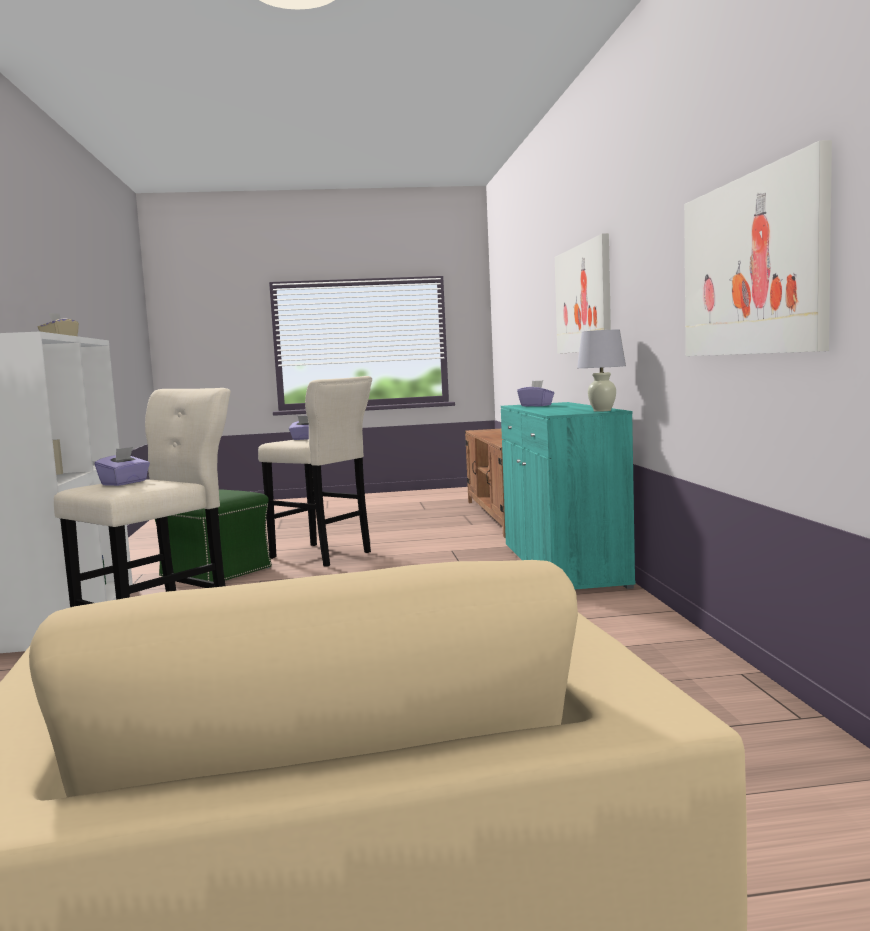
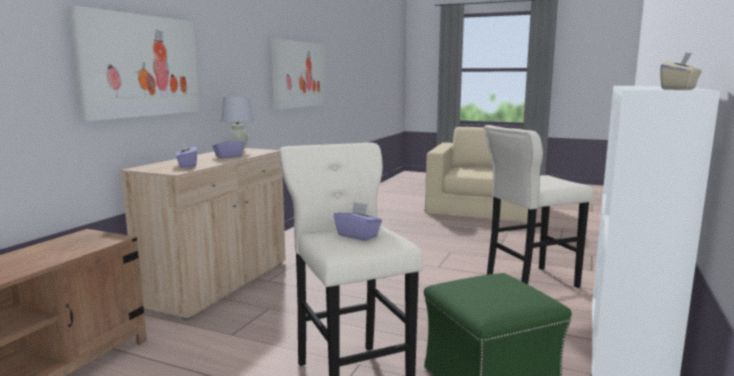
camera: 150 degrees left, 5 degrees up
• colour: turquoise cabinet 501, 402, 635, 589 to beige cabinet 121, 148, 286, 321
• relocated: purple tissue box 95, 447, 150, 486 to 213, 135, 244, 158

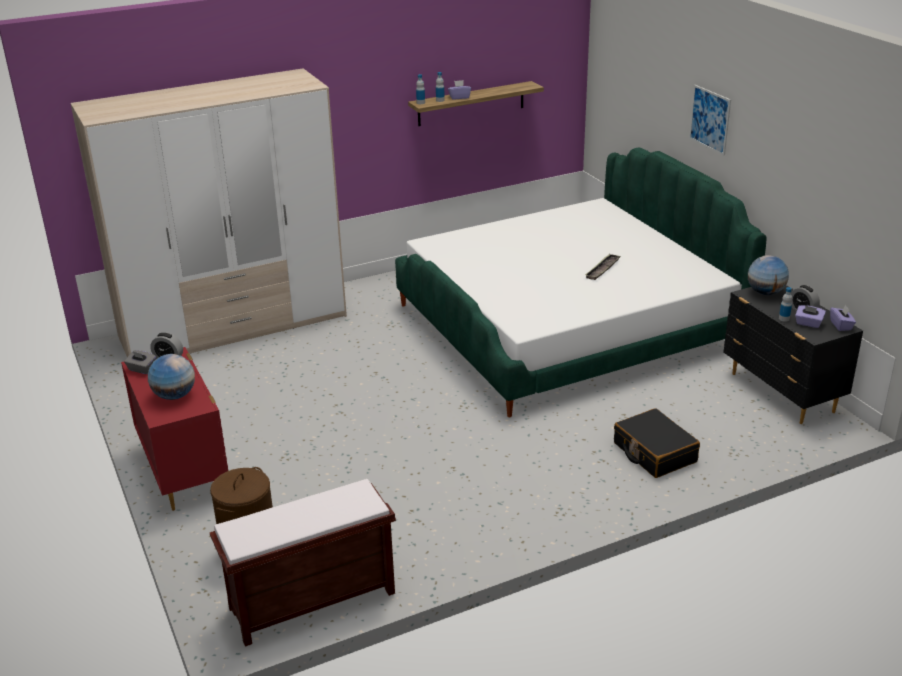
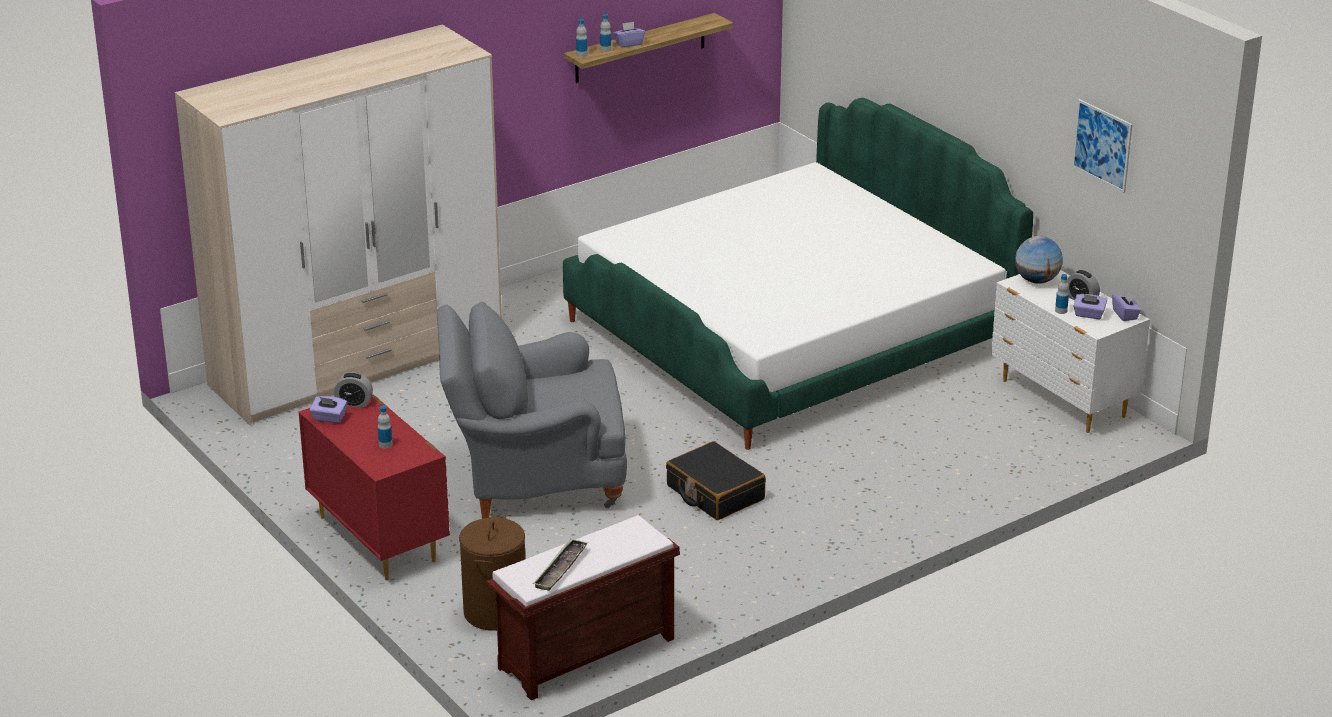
camera: 10 degrees left, 0 degrees up
• colour: grey tissue box 124, 350, 156, 374 to purple tissue box 310, 396, 347, 423
• exchanged: globe 148, 354, 195, 400 to bottle 378, 405, 392, 449
• appeared: grey armchair 437, 302, 627, 519
• relocated: tray 585, 254, 621, 280 to 533, 539, 588, 591
• relocated: black suitcase 614, 408, 700, 478 to 666, 441, 766, 520
• colour: black dresser 723, 285, 863, 424 to white dresser 991, 270, 1150, 433
• relocated: picture 689, 85, 731, 155 to 1072, 99, 1132, 193

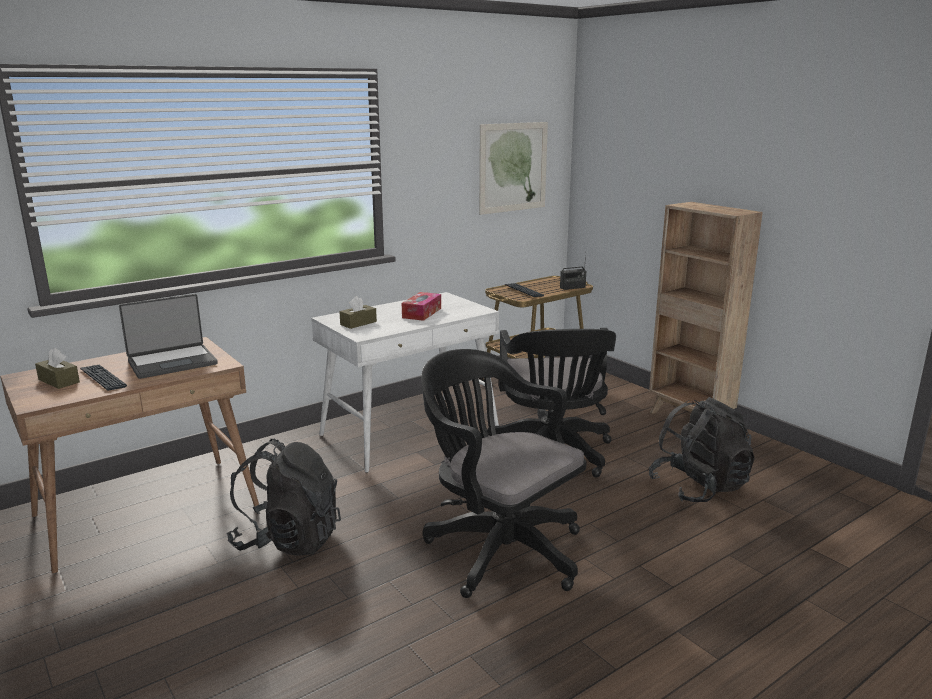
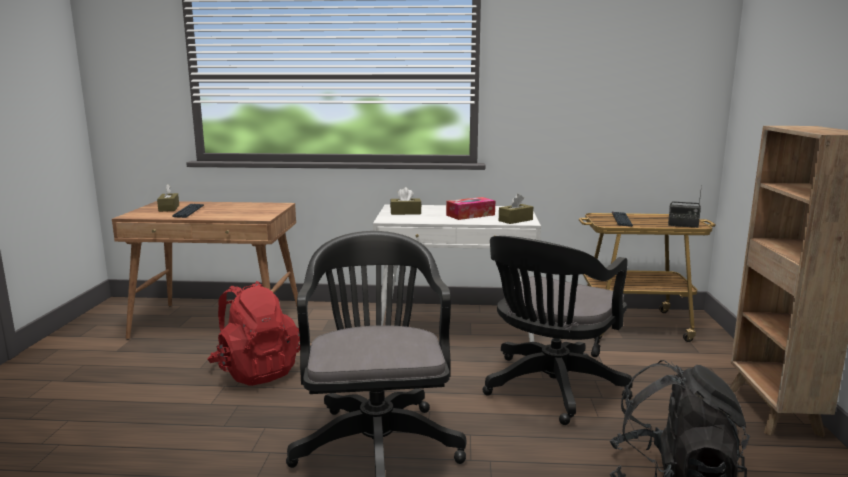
camera: 40 degrees right, 5 degrees down
• colour: black backpack 226, 439, 341, 556 to red backpack 207, 281, 300, 386
• appeared: brown tissue box 499, 194, 533, 224
• missing: laptop 119, 294, 218, 379
• missing: picture 479, 122, 548, 215

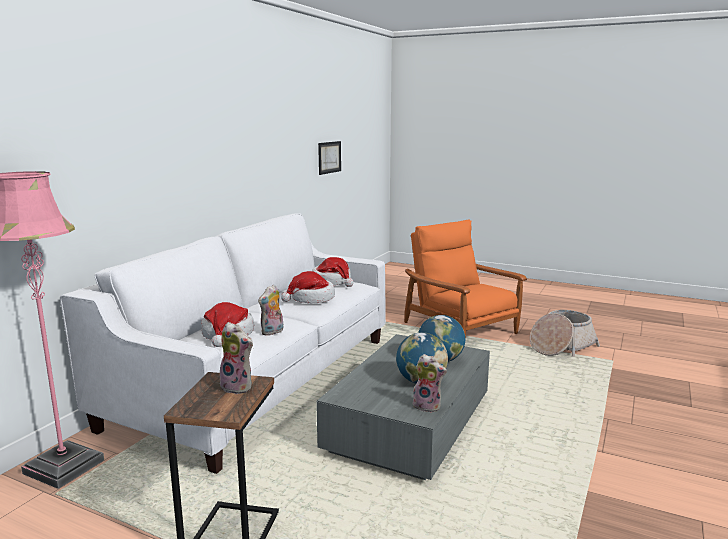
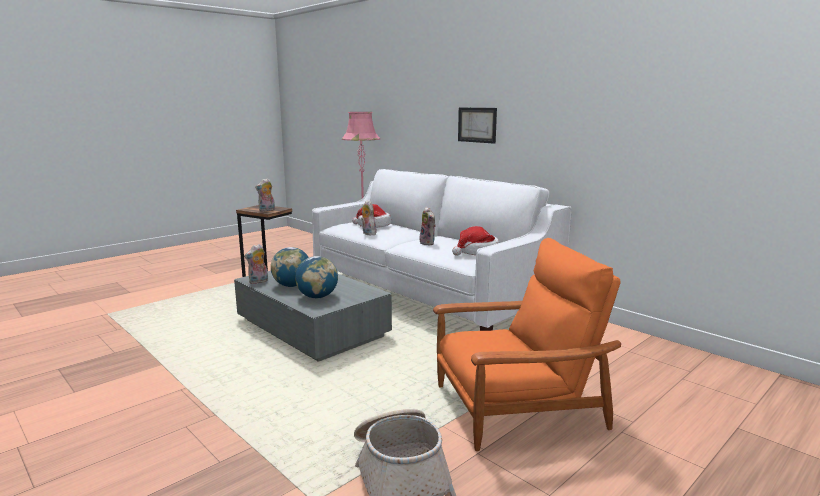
camera: 110 degrees right, 0 degrees up
• exchanged: hat 281, 271, 335, 303 to plush toy 419, 207, 436, 245
• relocated: picture 318, 141, 341, 175 to 458, 108, 497, 144

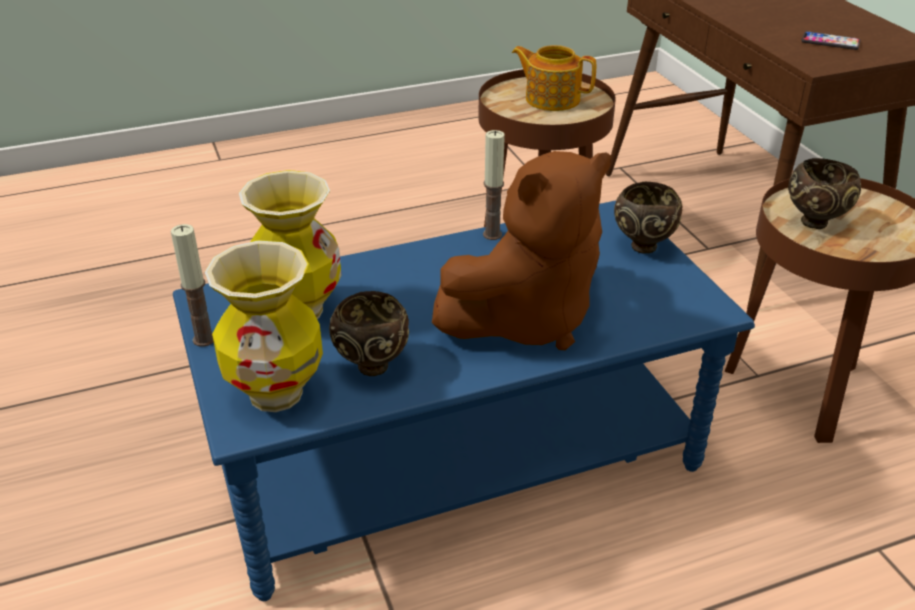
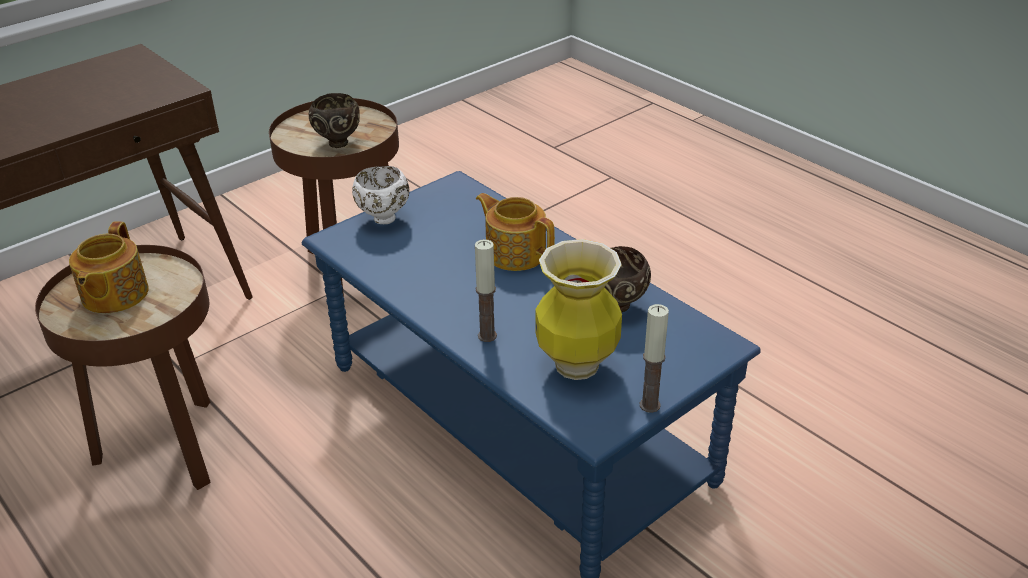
camera: 110 degrees left, 0 degrees up
• colour: brown bowl 614, 181, 682, 254 to white bowl 352, 166, 410, 224
• relocated: candle 483, 130, 505, 240 to 475, 239, 497, 342
• exchanged: brown plush toy 432, 151, 611, 350 to teapot 476, 193, 555, 271
• missing: vase 205, 240, 323, 412
• missing: phone 801, 31, 860, 50

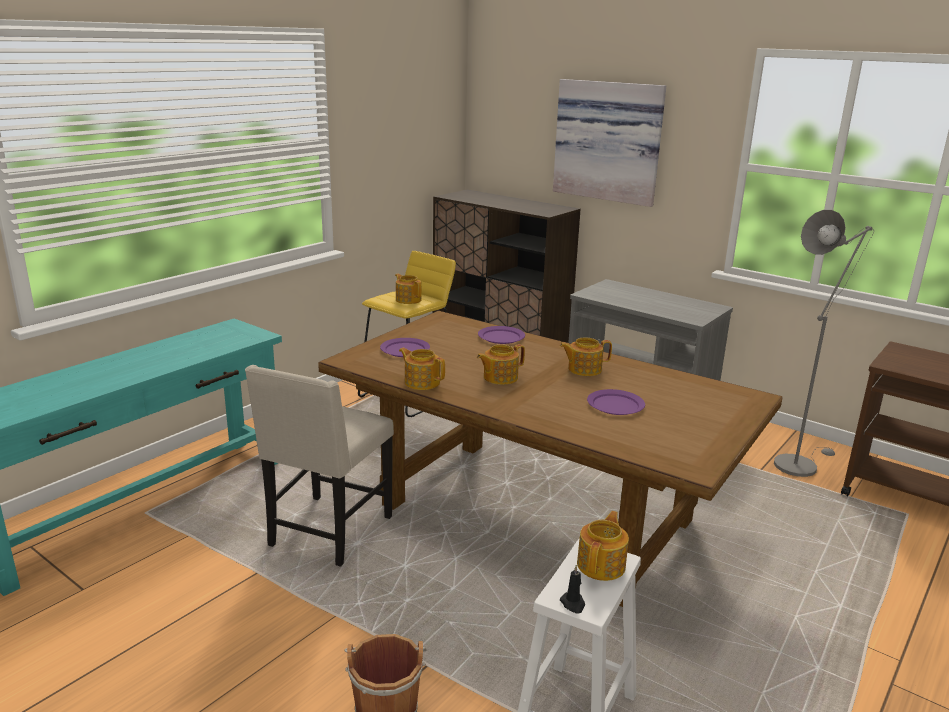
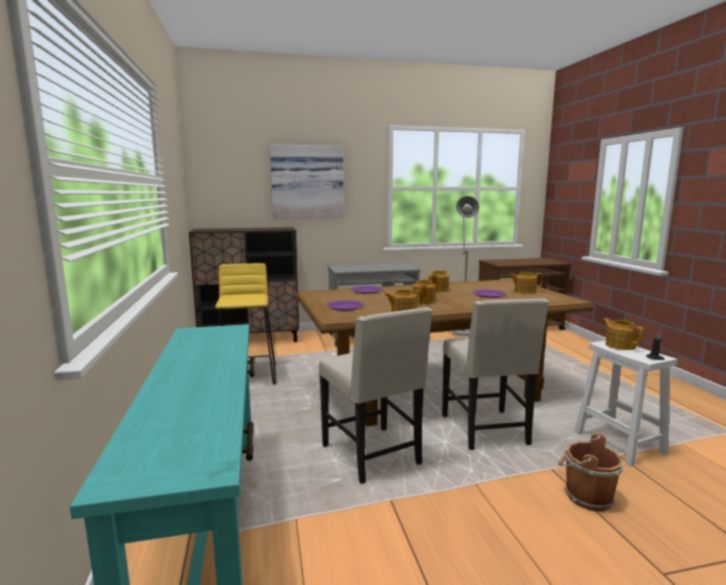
camera: 50 degrees left, 10 degrees down
• appeared: beige chair 442, 299, 549, 450
• relocated: teapot 395, 274, 422, 304 to 509, 272, 543, 294

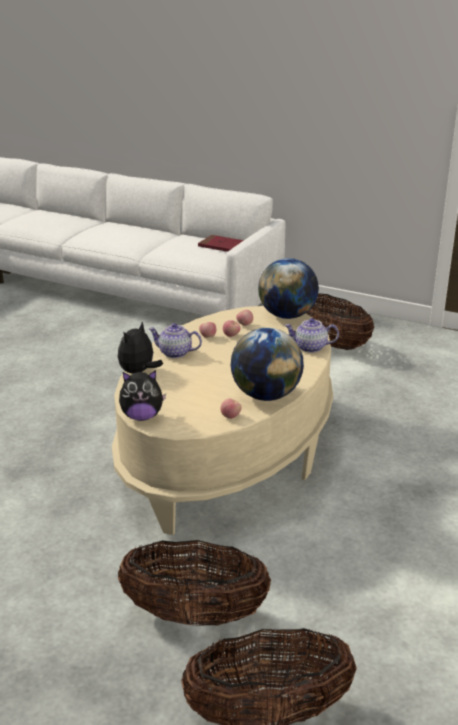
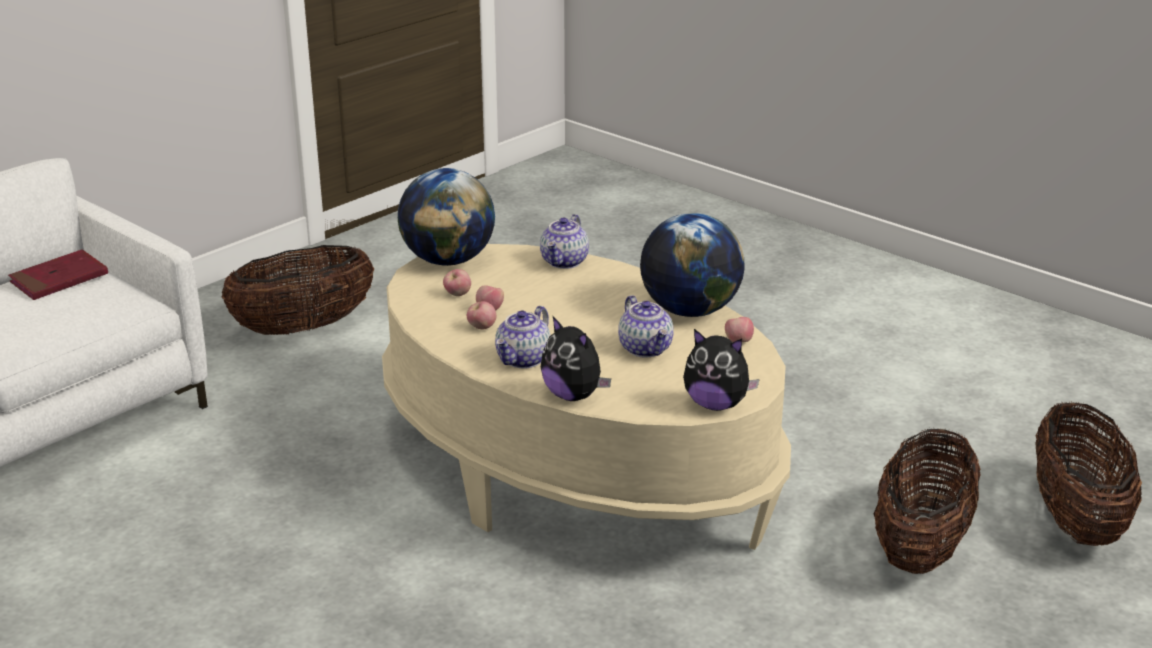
camera: 75 degrees left, 0 degrees up
• appeared: teapot 618, 295, 673, 358
• spun: plush toy 119, 370, 166, 421 = 683, 329, 760, 411 105 degrees clockwise

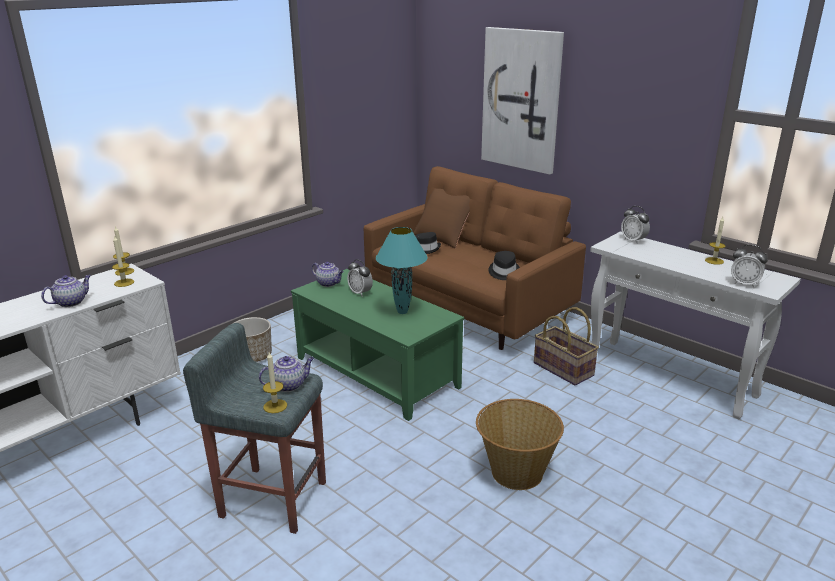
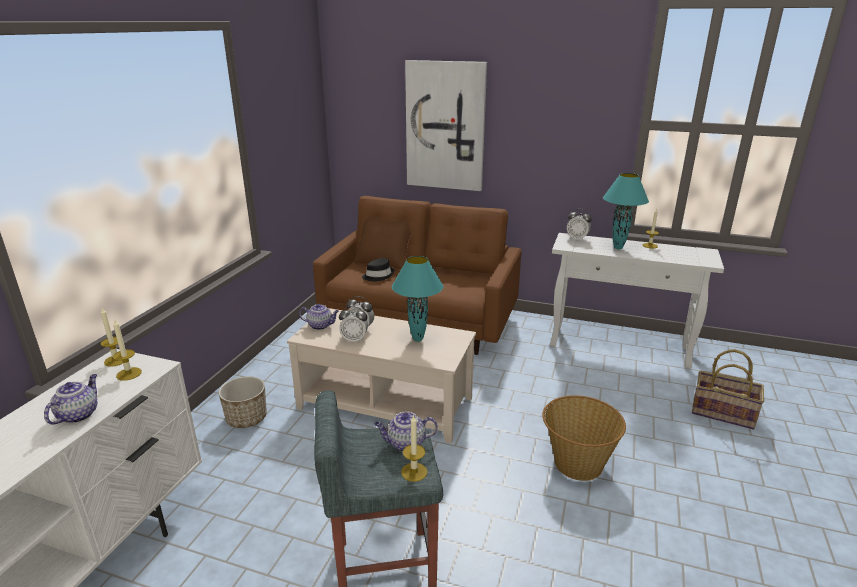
camera: 25 degrees left, 0 degrees up
• colour: green coffee table 291, 269, 464, 421 to beige coffee table 287, 308, 476, 443
• relocated: alarm clock 731, 245, 768, 288 to 339, 306, 368, 343
• spun: teapot 259, 356, 314, 392 = 374, 412, 438, 452 135 degrees counterclockwise
• appeared: turquoise table lamp 603, 173, 649, 249
• relocated: basket 534, 307, 599, 386 to 692, 349, 764, 429
• missing: black hat 489, 251, 520, 280

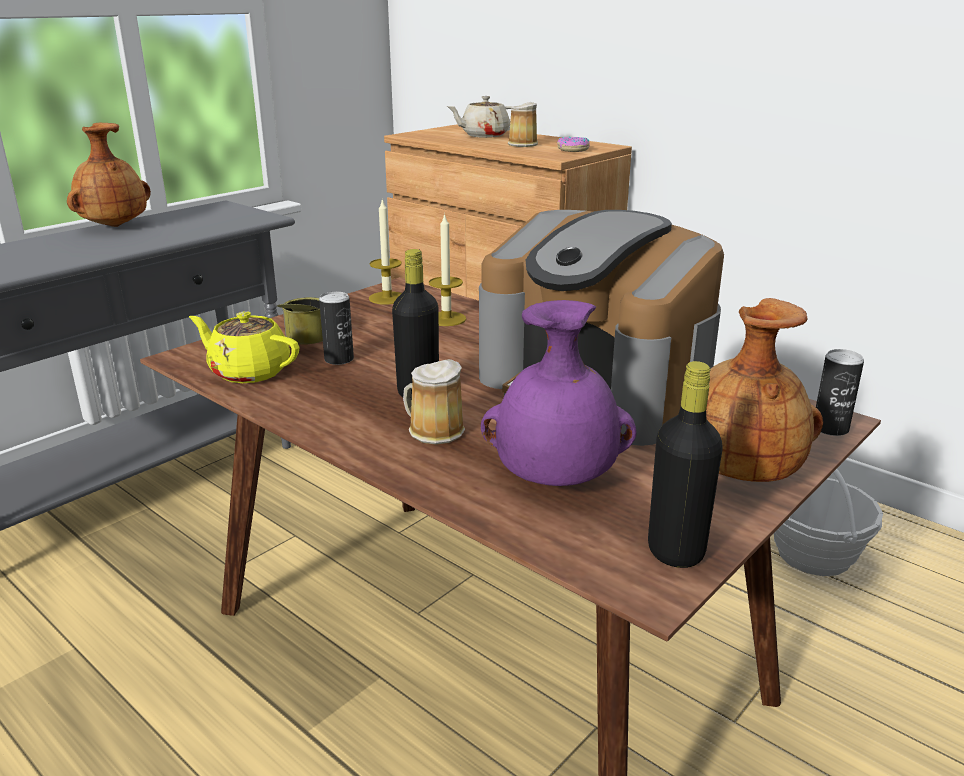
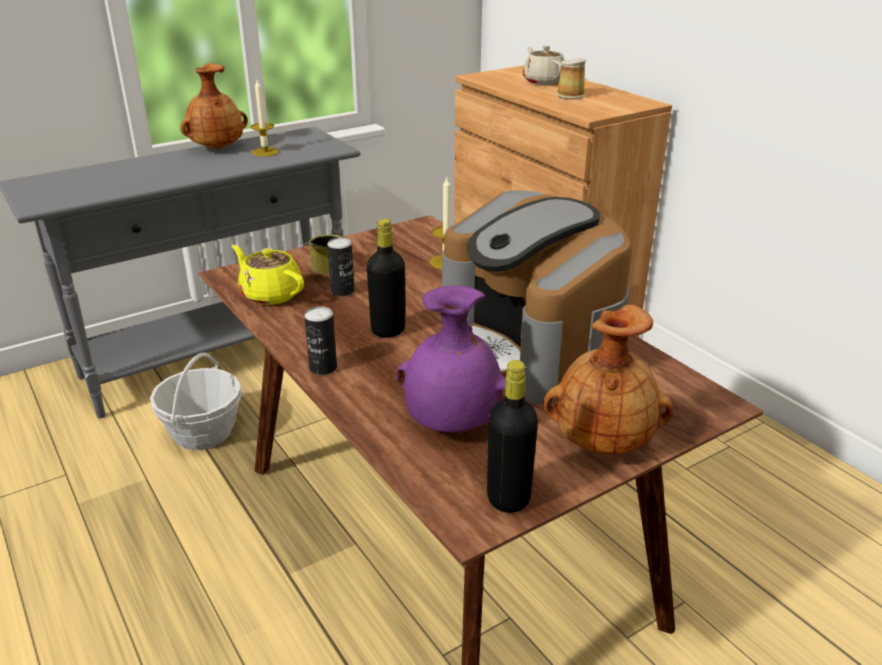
camera: 15 degrees right, 5 degrees up
• relocated: basket 774, 469, 883, 576 to 150, 353, 242, 450
• relocated: candle 369, 199, 402, 305 to 251, 80, 279, 157
• relocated: can 816, 349, 864, 436 to 304, 306, 337, 375
• spun: beige teapot 446, 96, 512, 138 = 523, 46, 565, 85 75 degrees clockwise
• missing: mug 403, 359, 465, 445
• missing: donut 557, 136, 590, 152

